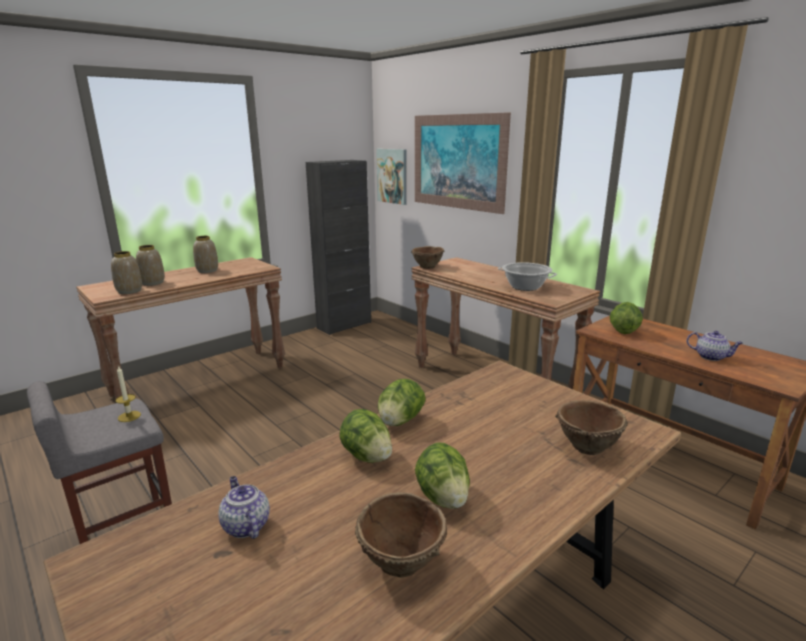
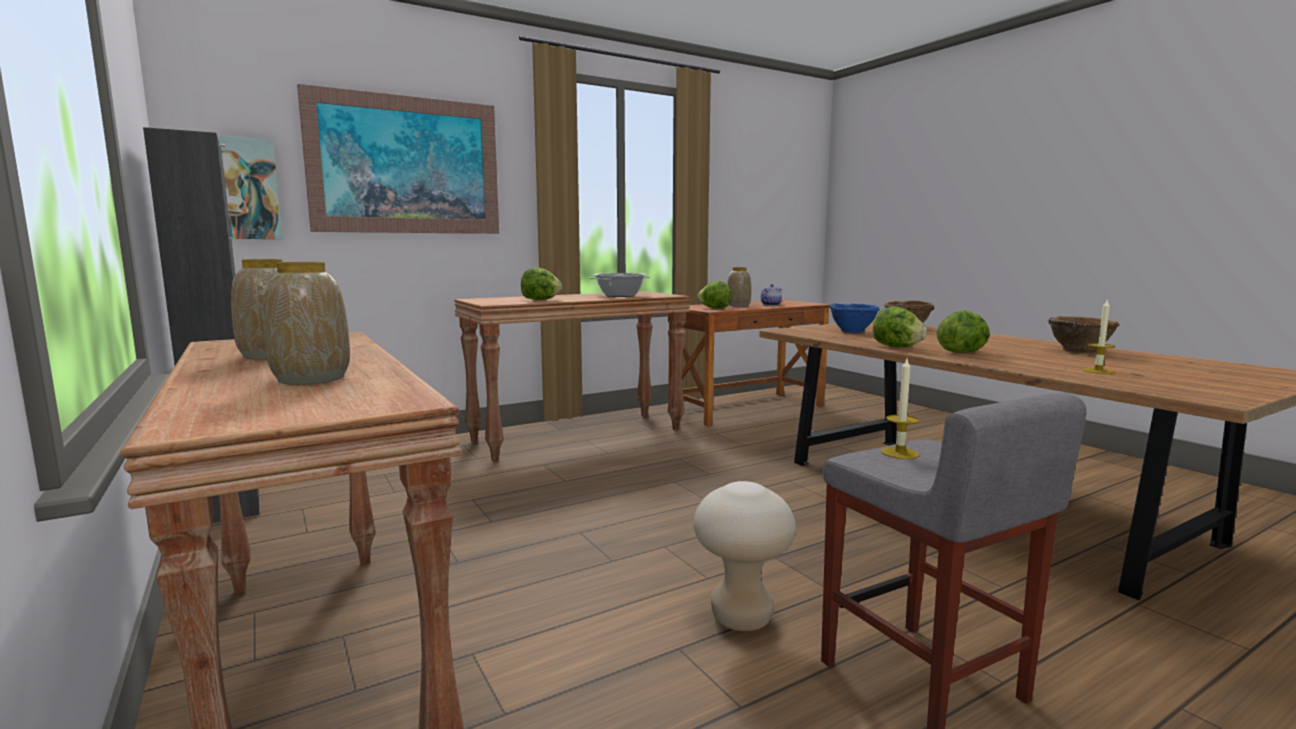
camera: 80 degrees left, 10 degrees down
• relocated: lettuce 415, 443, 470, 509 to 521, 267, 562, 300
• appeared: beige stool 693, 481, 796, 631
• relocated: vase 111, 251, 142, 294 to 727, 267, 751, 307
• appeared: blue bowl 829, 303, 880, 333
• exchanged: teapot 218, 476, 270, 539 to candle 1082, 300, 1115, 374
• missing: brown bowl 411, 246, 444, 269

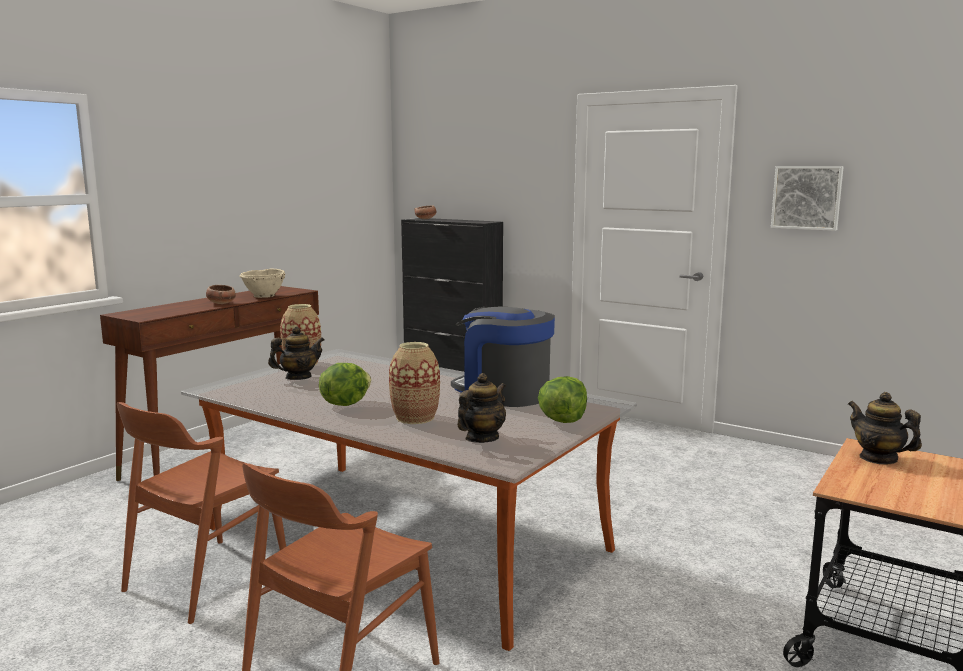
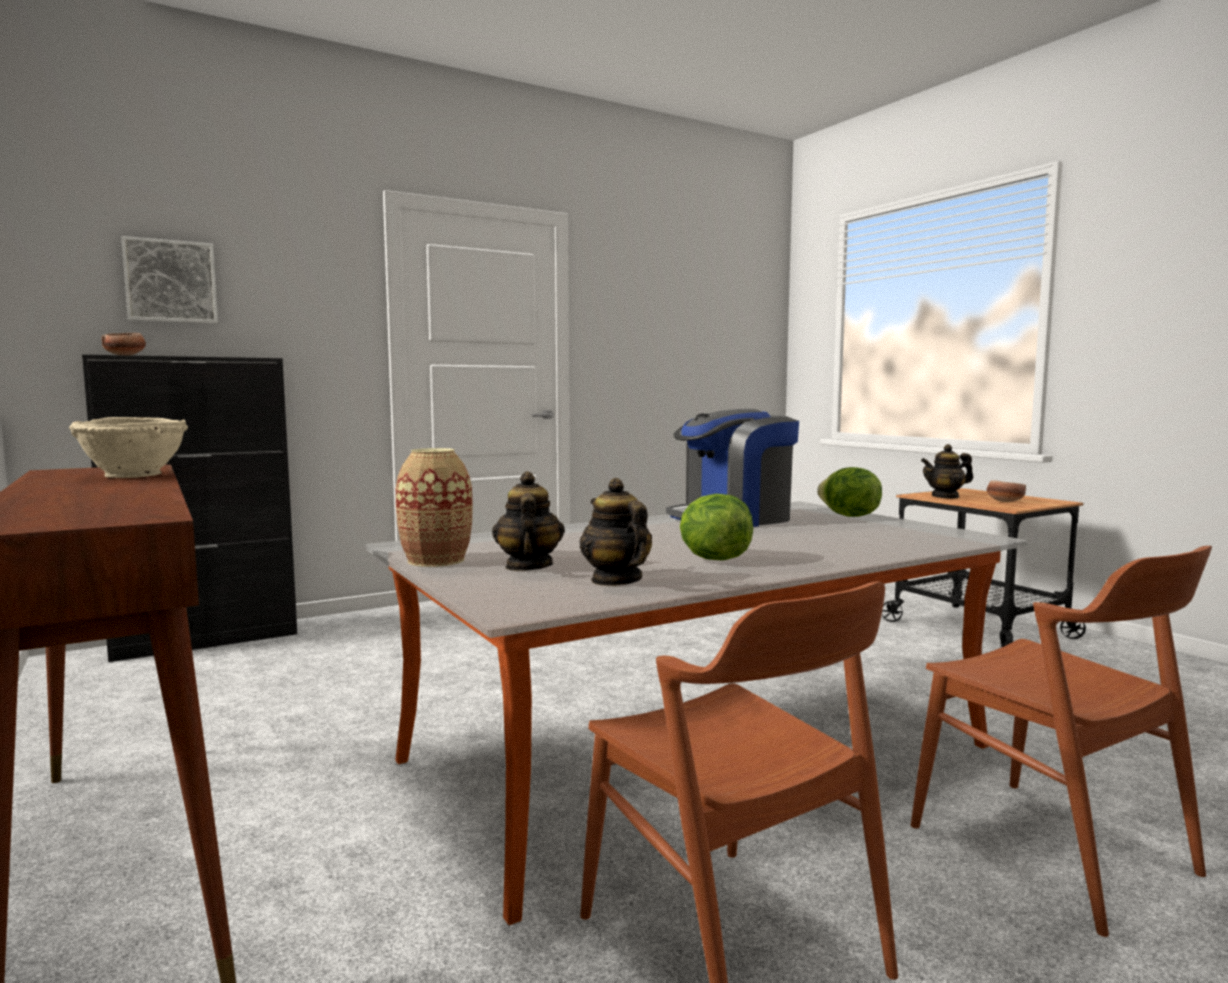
camera: 65 degrees left, 5 degrees down
• relocated: picture 771, 166, 844, 231 to 121, 236, 218, 323
• relocated: teapot 457, 373, 506, 443 to 580, 478, 652, 586
• relocated: bowl 206, 285, 236, 304 to 987, 480, 1026, 502
• missing: vase 389, 342, 440, 424

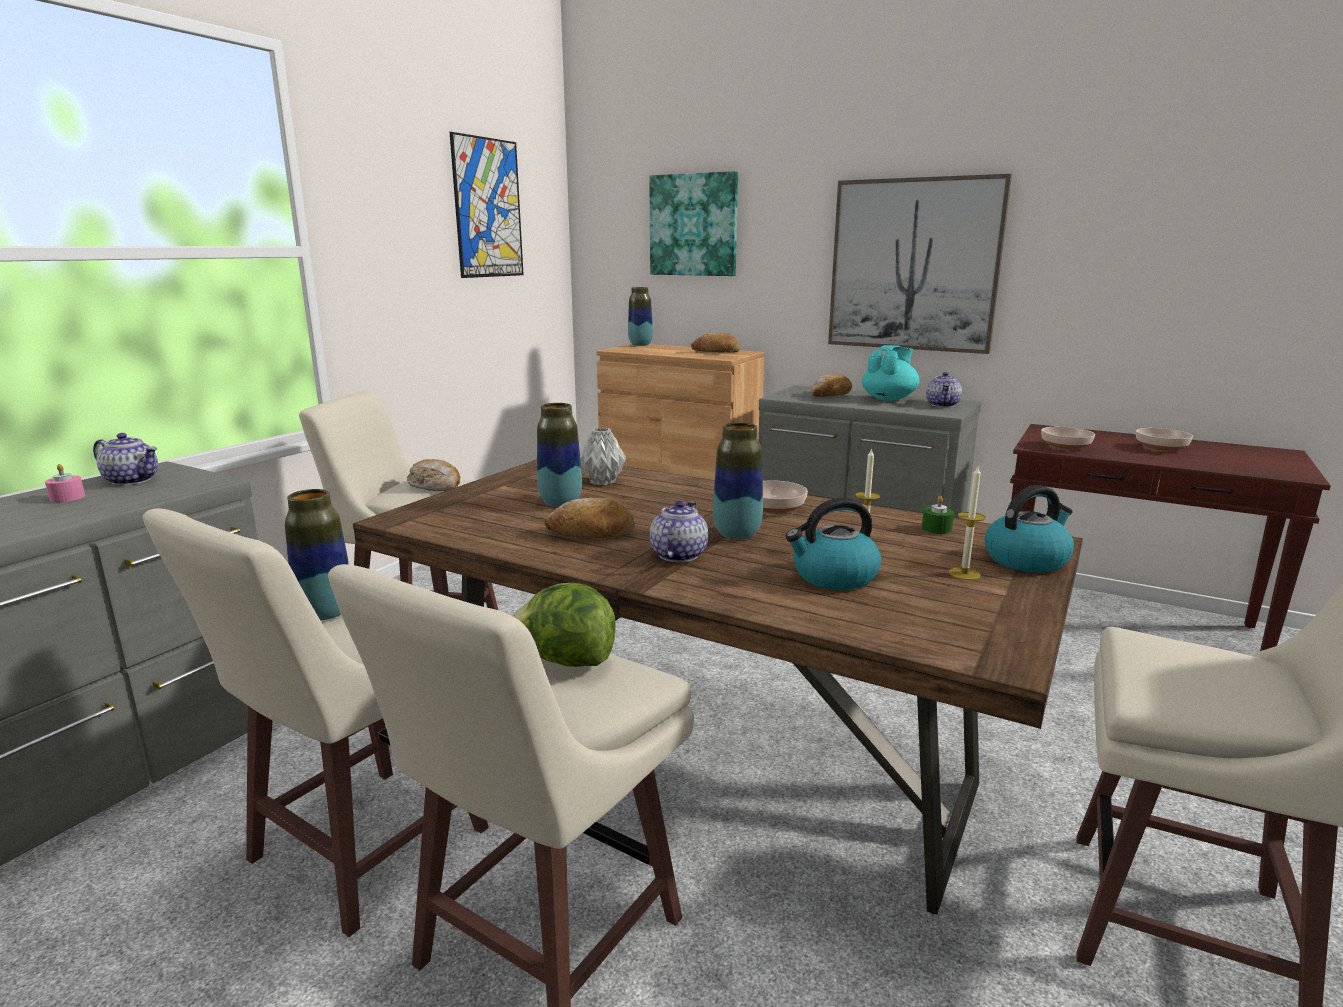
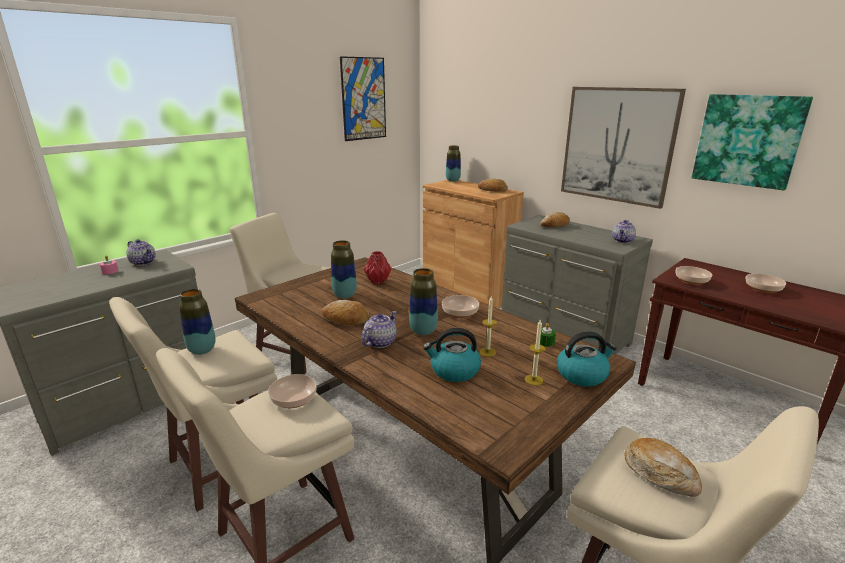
camera: 15 degrees right, 5 degrees up
• exchanged: lettuce 513, 583, 616, 667 to bowl 268, 374, 317, 408
• colour: grey vase 580, 428, 626, 485 to red vase 364, 251, 391, 284
• relocated: bread 407, 459, 460, 491 to 625, 438, 702, 497
• relocated: picture 649, 171, 738, 276 to 692, 94, 813, 190
• missing: turquoise teapot 862, 345, 919, 401

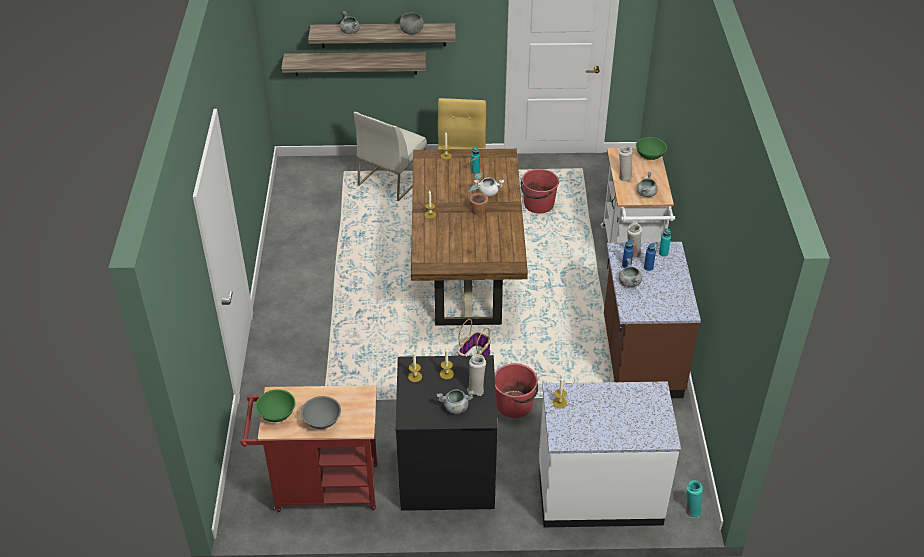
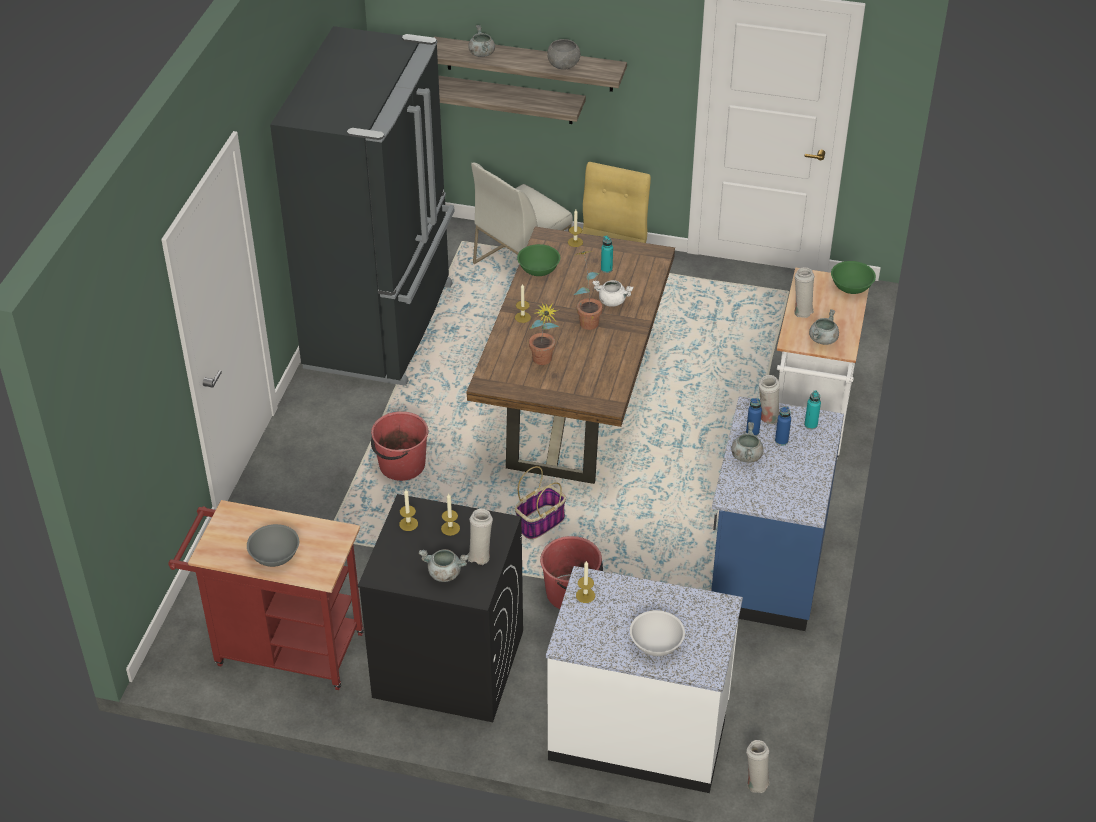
camera: 15 degrees right, 0 degrees up
• appeared: black fridge 270, 26, 454, 386
• relocated: red bucket 521, 169, 559, 213 to 371, 411, 428, 481
• relocated: green bowl 255, 389, 296, 422 to 517, 244, 560, 276
• appeared: potted plant 529, 301, 559, 365
• appeared: white bowl 630, 610, 685, 656
• colour: brown counter 604, 242, 701, 398 to blue counter 711, 396, 844, 631
• colour: turquoise vase 686, 480, 703, 518 to white vase 746, 740, 770, 793

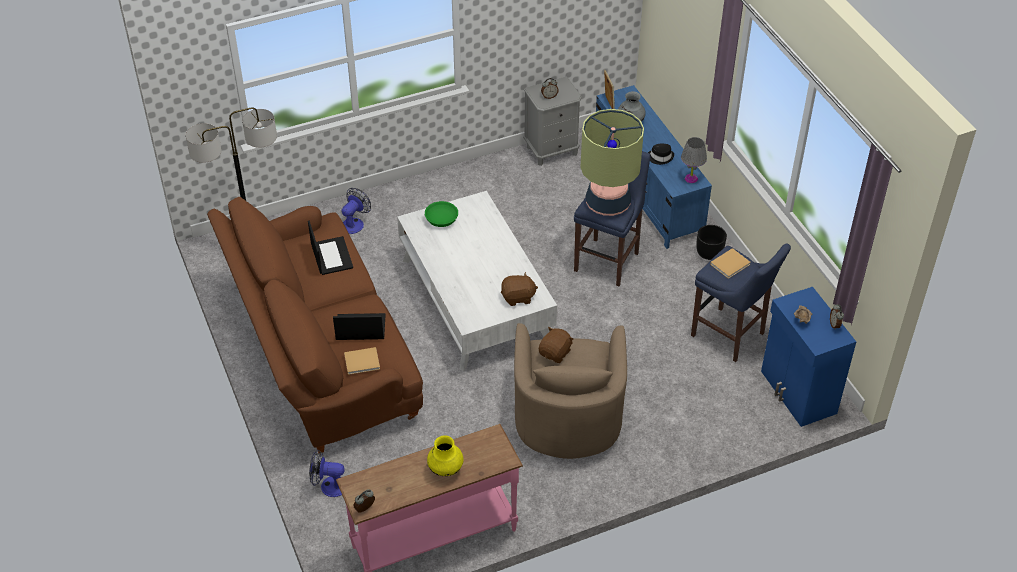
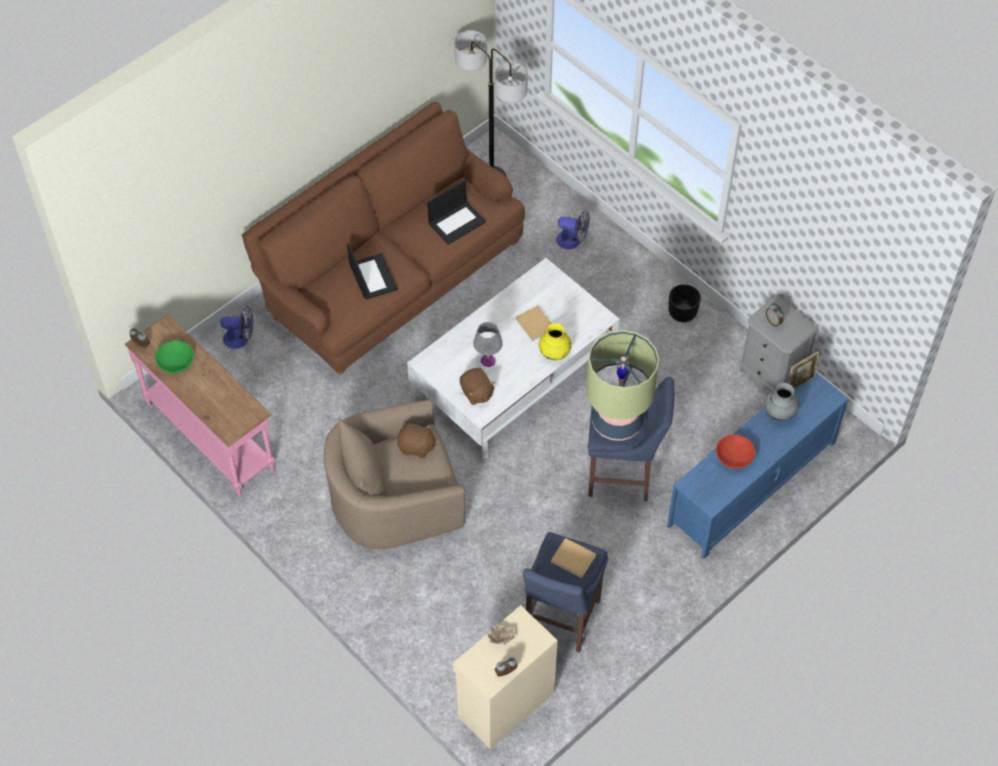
camera: 70 degrees right, 10 degrees up
• relocated: green bowl 425, 201, 458, 227 to 155, 341, 194, 374
• spun: fan 309, 450, 345, 497 = 220, 306, 253, 349 105 degrees clockwise
• colour: blue cabinet 761, 287, 856, 427 to beige cabinet 453, 605, 558, 750
• relocated: grey table lamp 681, 137, 707, 183 to 473, 322, 503, 367
• relocated: beige book 344, 347, 380, 375 to 516, 306, 552, 341
• relocated: yellow vase 427, 435, 464, 476 to 539, 323, 572, 360
• relocated: black planter 696, 225, 727, 260 to 668, 284, 701, 322
• exchanged: black hat 648, 144, 674, 165 to red bowl 716, 434, 755, 469

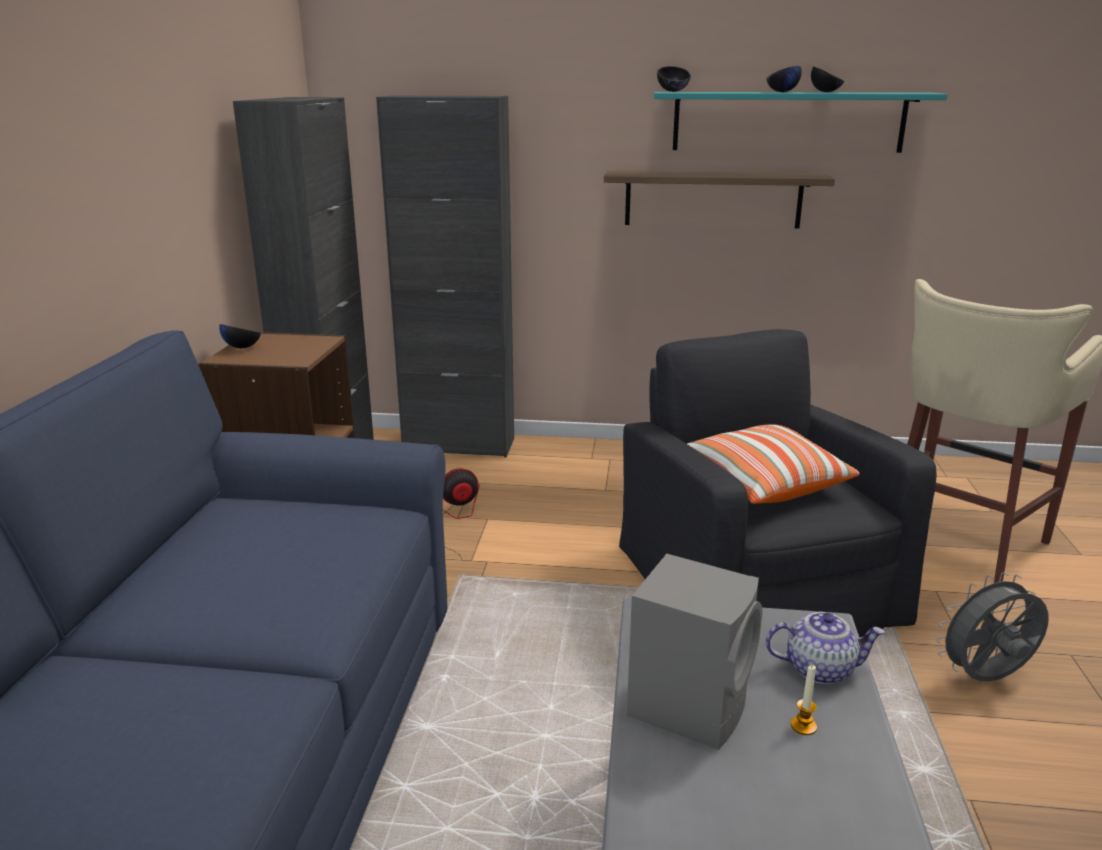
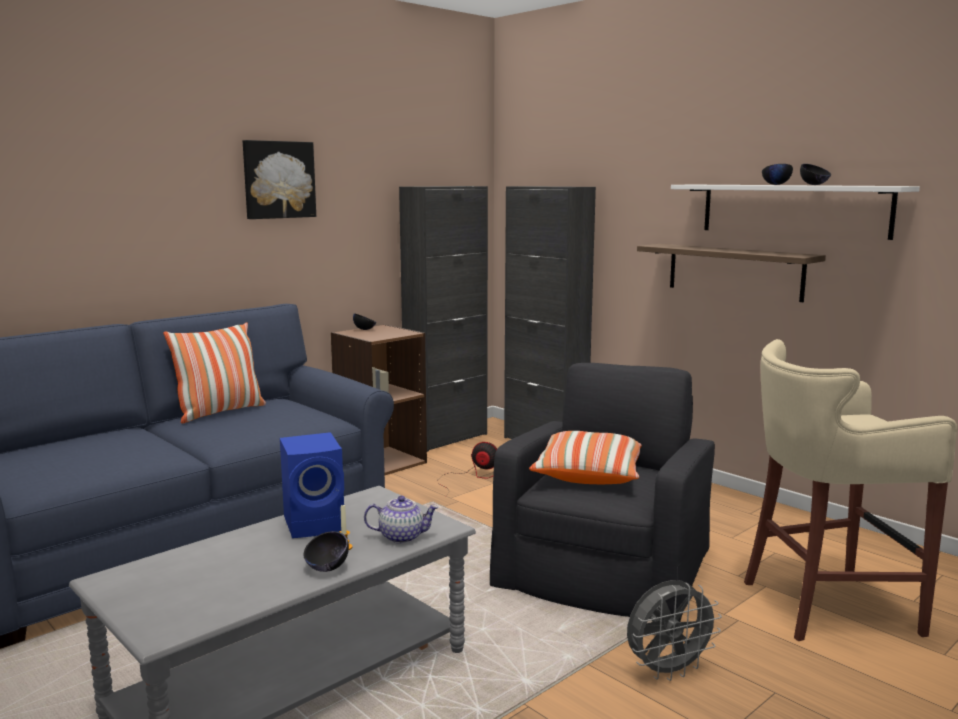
camera: 40 degrees right, 10 degrees down
• appeared: pillow 164, 322, 266, 423
• appeared: picture 243, 140, 316, 219
• colour: grey speaker 627, 554, 762, 750 to blue speaker 280, 432, 344, 538
• relocated: black bowl 657, 66, 691, 92 to 304, 531, 349, 572
• spun: teapot 766, 612, 885, 684 = 364, 496, 439, 544 45 degrees counterclockwise
• spun: grey fan 936, 572, 1048, 681 = 627, 580, 722, 681 135 degrees clockwise
• colour: turquoise shelf 654, 92, 948, 153 to white shelf 671, 185, 920, 240

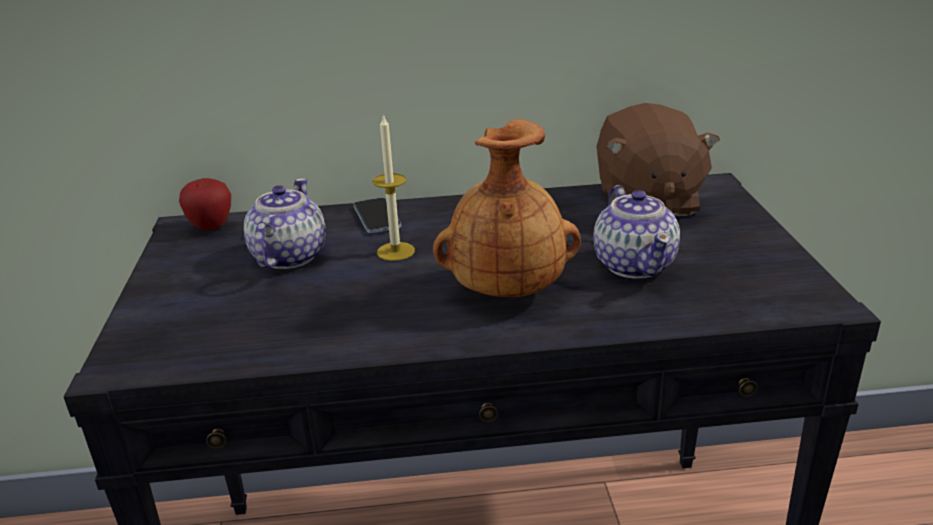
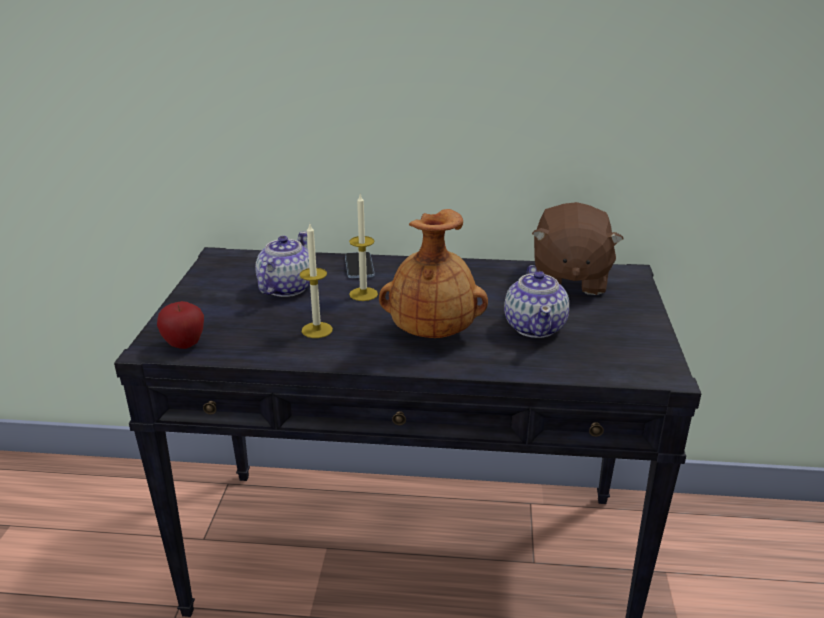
camera: 10 degrees right, 0 degrees up
• relocated: apple 179, 178, 231, 230 to 157, 301, 204, 349
• appeared: candle 300, 224, 333, 338

